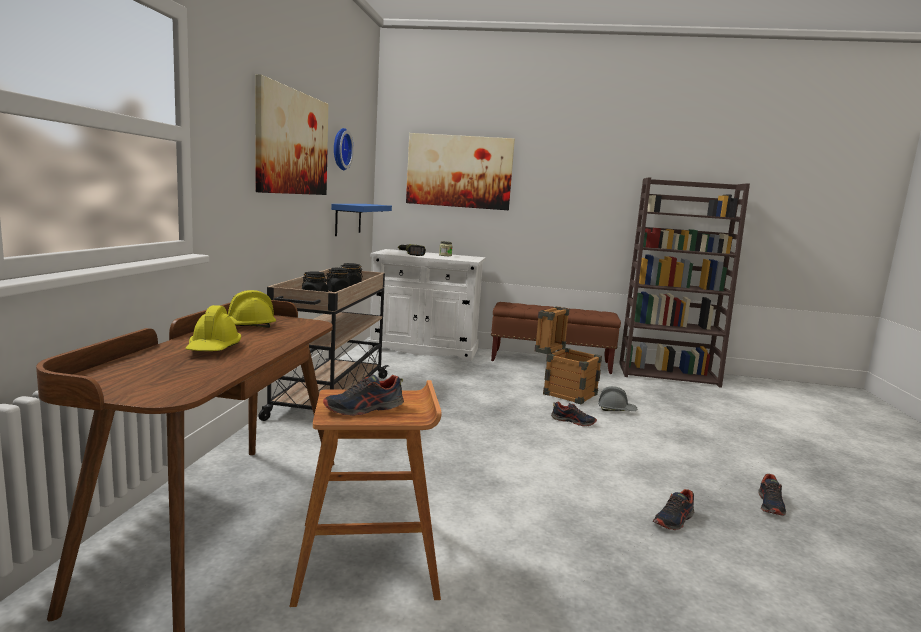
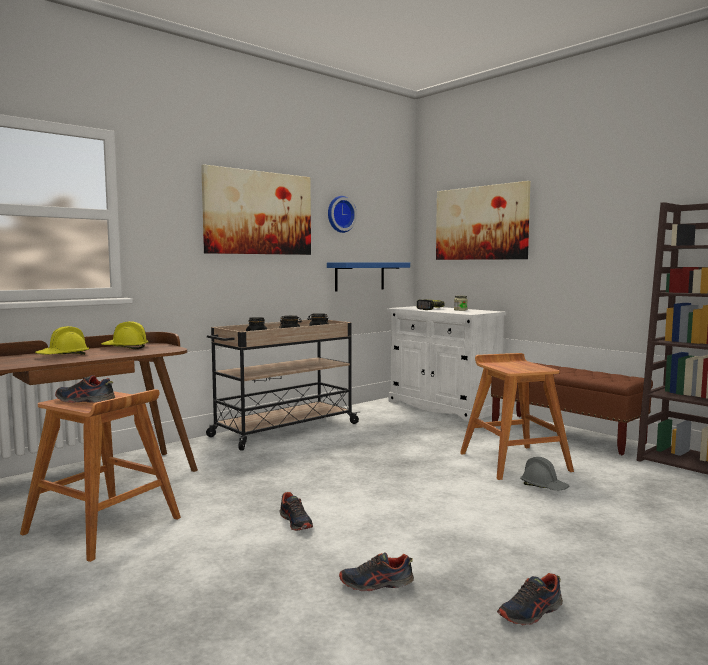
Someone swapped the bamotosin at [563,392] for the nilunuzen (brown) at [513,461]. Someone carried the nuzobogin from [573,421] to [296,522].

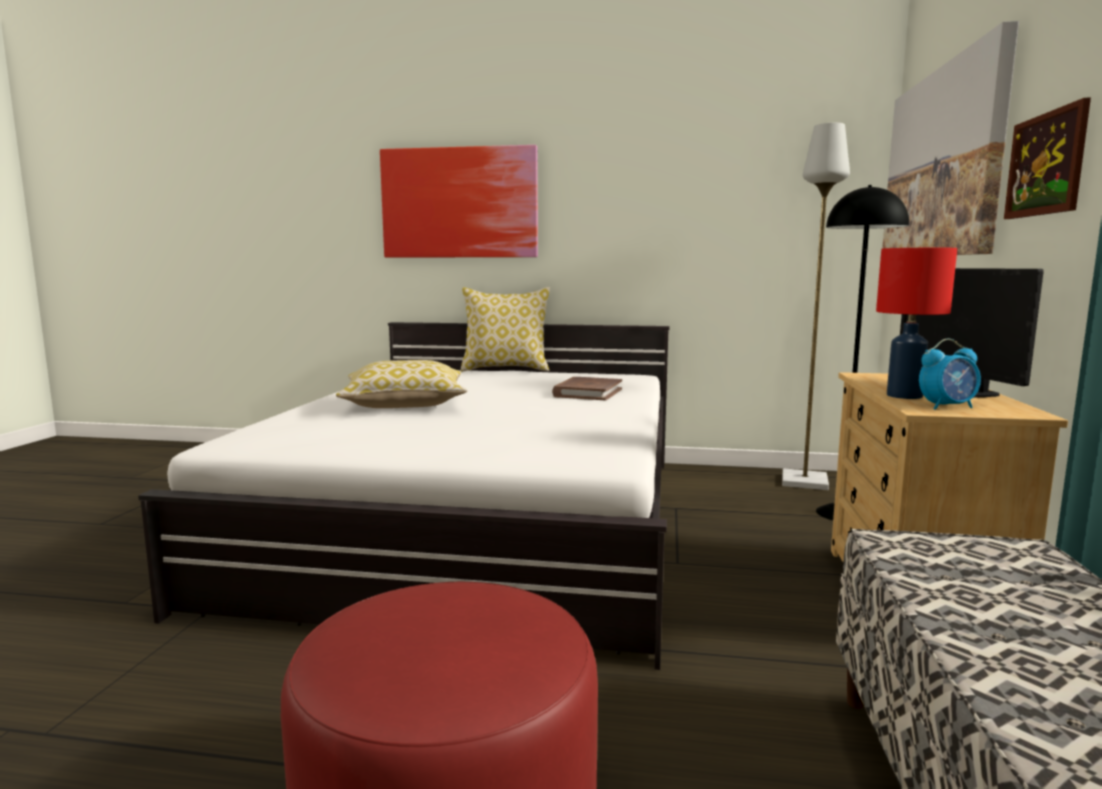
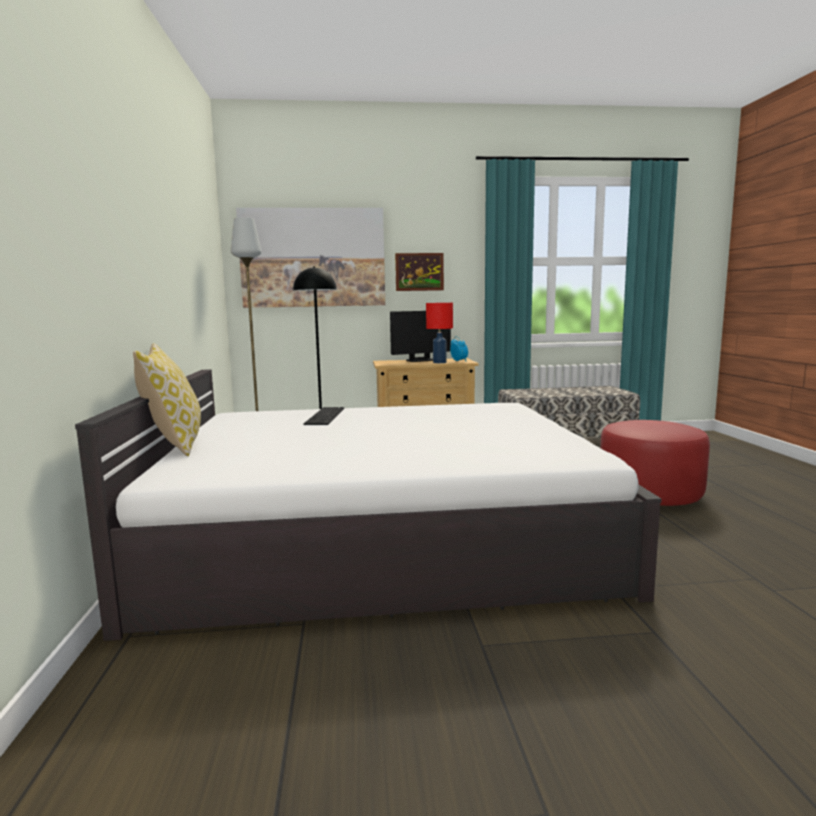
Someone took away the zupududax at [459,203]. Someone took away the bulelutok at [405,404]. Someone swapped the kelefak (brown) at [588,393] for the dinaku at [325,416].

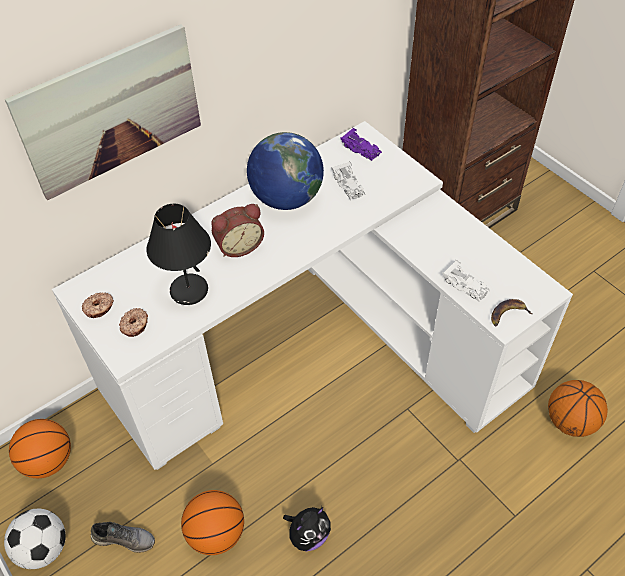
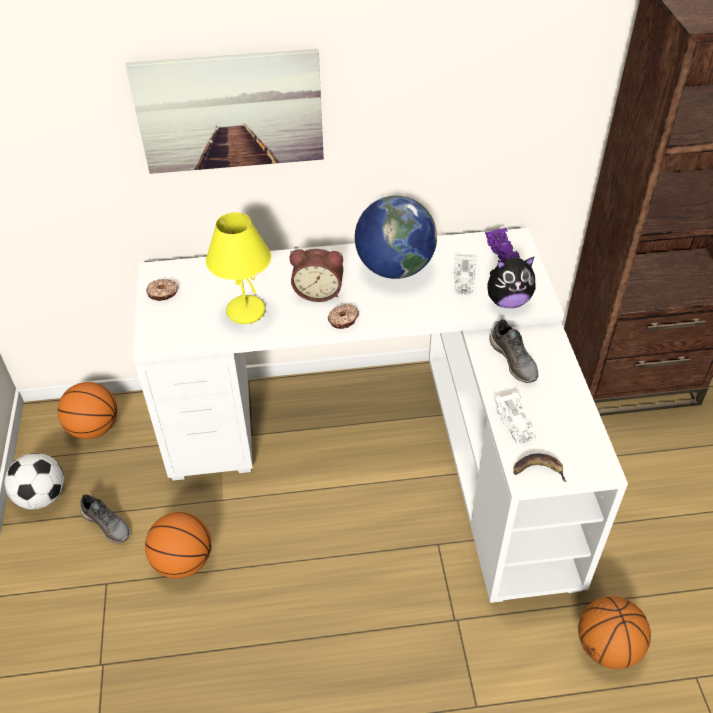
Someone repainted the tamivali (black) at [188,291], which became the tamivali (yellow) at [245,311]. Someone carried the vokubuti from [135,325] to [343,320]. Someone carried the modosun from [308,535] to [507,301]. Someone put down the nuzobogin (grey) at [514,360].

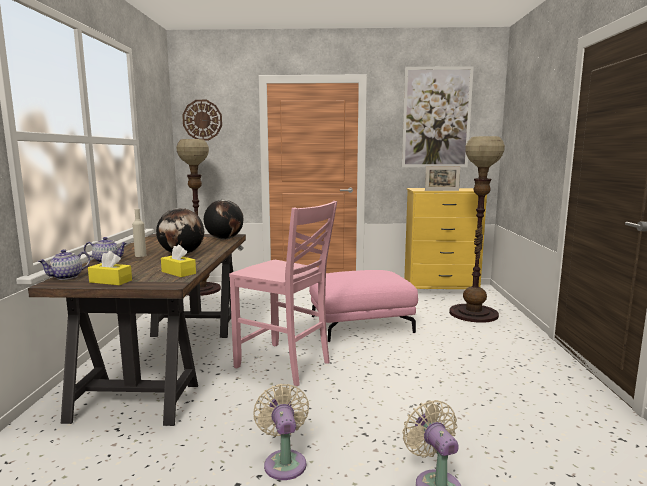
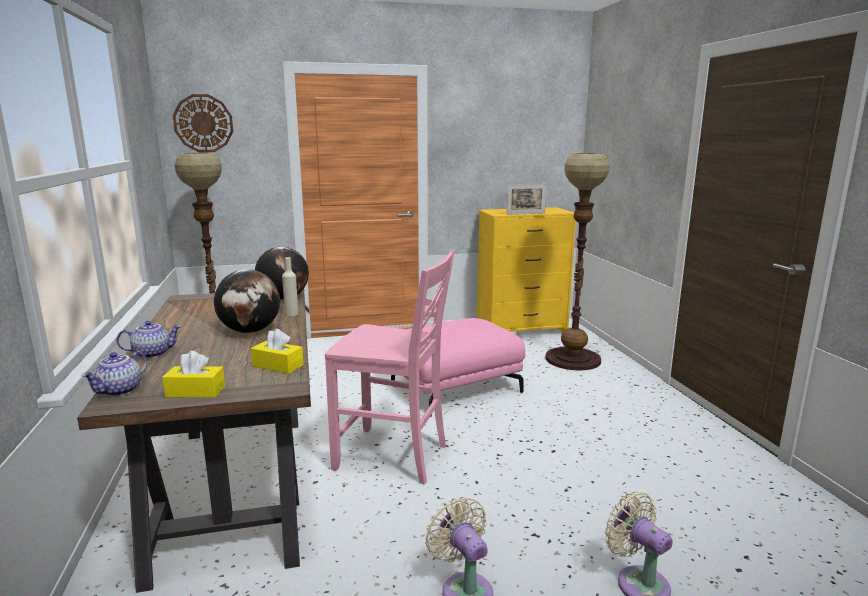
Someone took away the zupududax at [436,118]. Someone carried the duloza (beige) from [140,255] to [291,314].

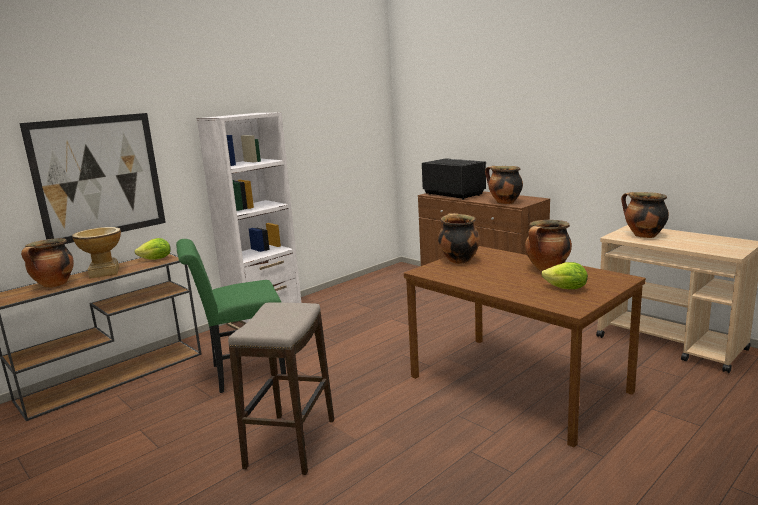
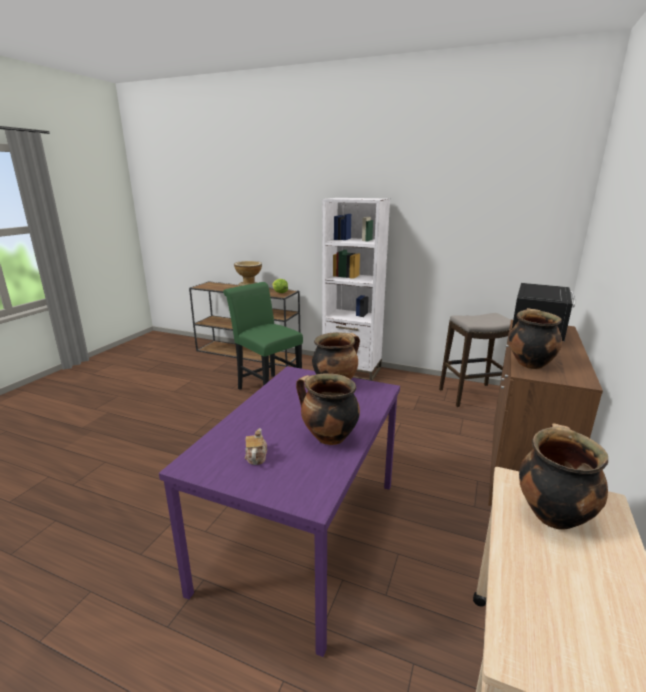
Someone took away the zupududax at [99,177]. Someone took away the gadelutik at [54,285]. Someone repainted the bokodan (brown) at [519,384], which became the bokodan (purple) at [303,534]. Someone swapped the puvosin at [566,289] for the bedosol at [256,456]. Someone carried the nilunuzen from [290,444] to [472,395].

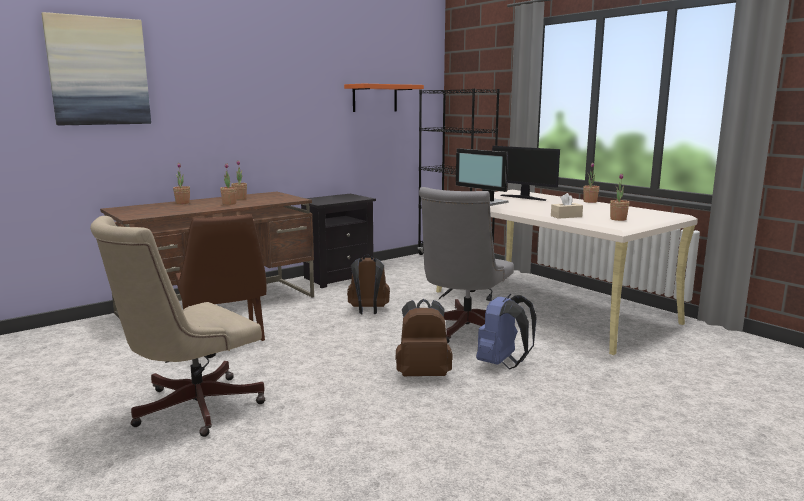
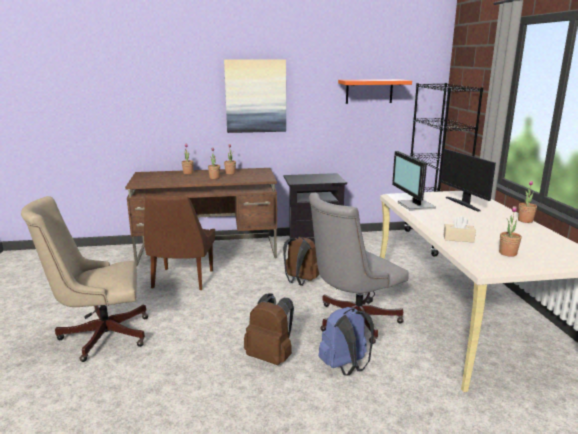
Someone carried the zupududax from [98,71] to [255,96].

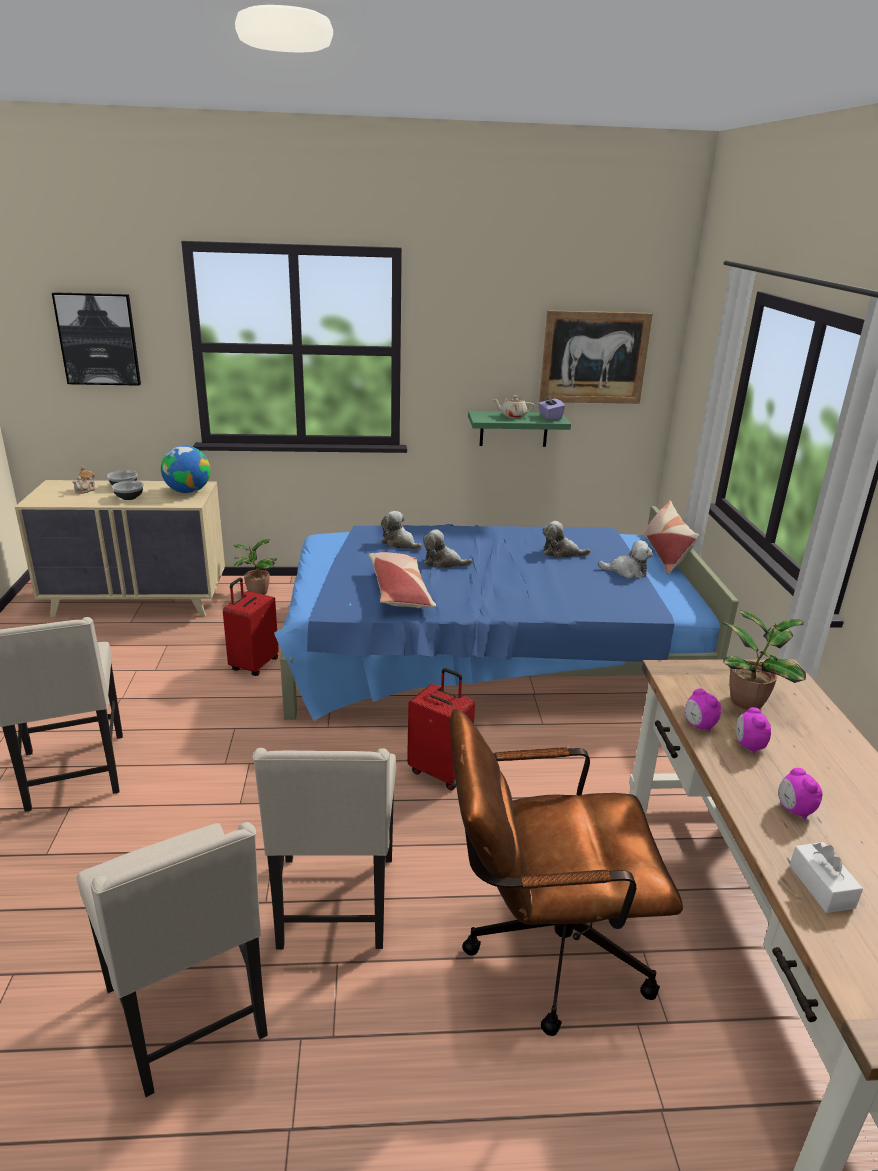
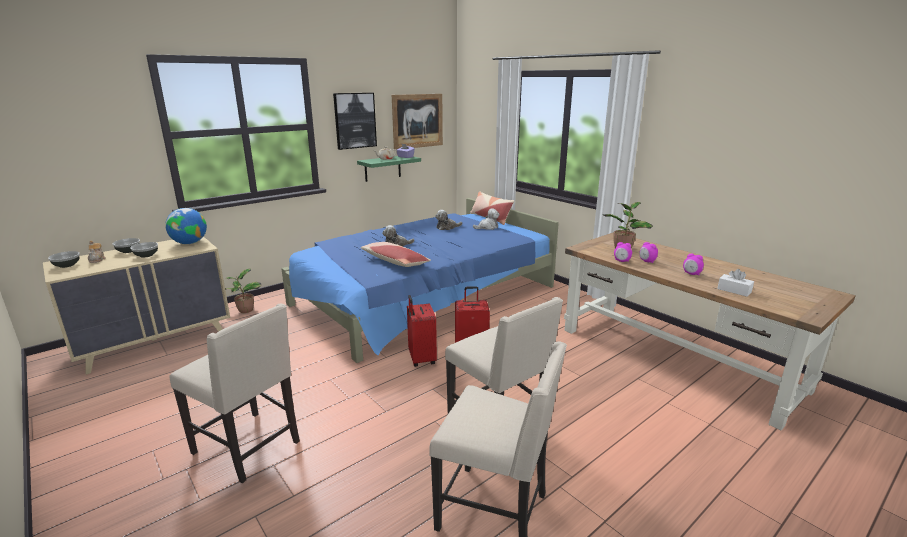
Someone carried the zupududax from [98,339] to [355,120]. Someone took away the modosun at [400,544]. Someone carried the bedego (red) from [253,665] to [421,359]. Someone took away the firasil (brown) at [542,948]. Someone put down the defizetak at [66,265].

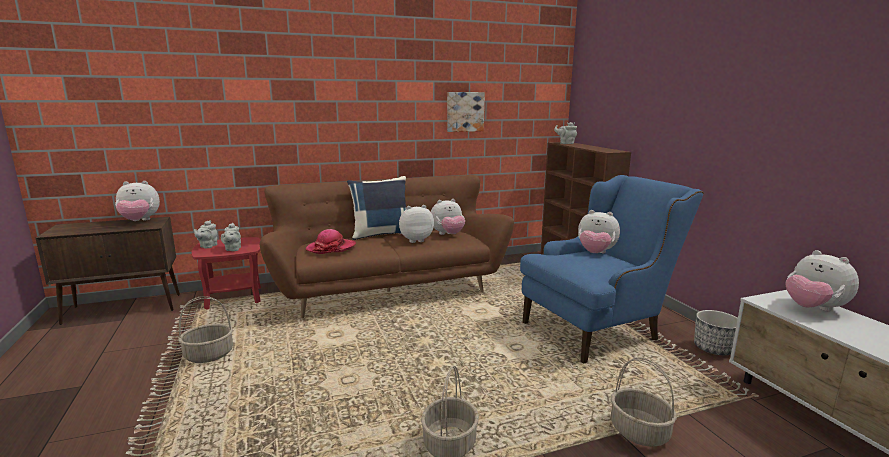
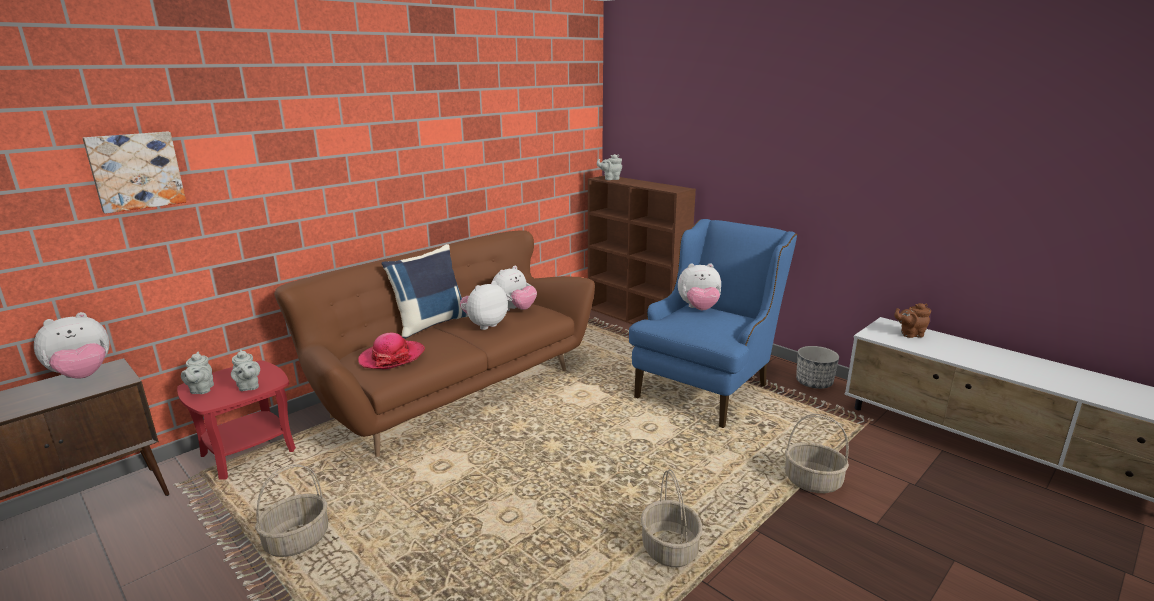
Someone carried the zupududax from [465,111] to [136,171]. Someone swapped the modosun at [813,308] for the bedosol (brown) at [910,334].

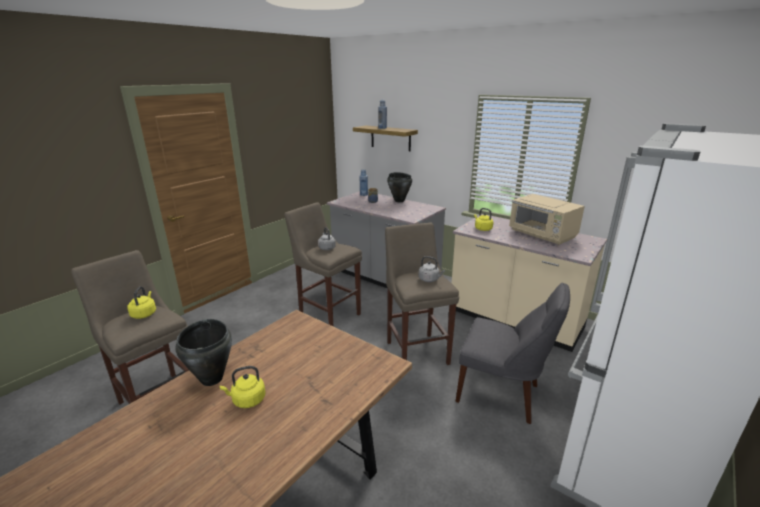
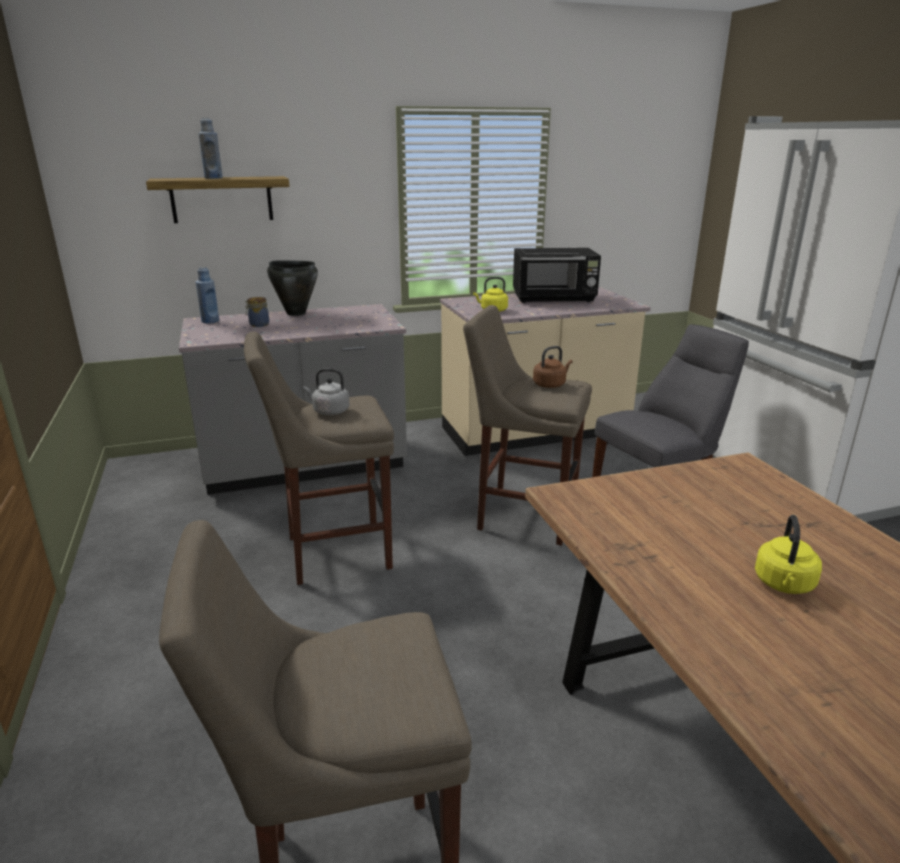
Someone repainted the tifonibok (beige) at [542,235], which became the tifonibok (black) at [554,299]. Someone repainted the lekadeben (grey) at [430,279], which became the lekadeben (brown) at [550,384]. Someone took away the lekadeben (yellow) at [144,313]. Someone took away the gadelutik (black) at [212,378].

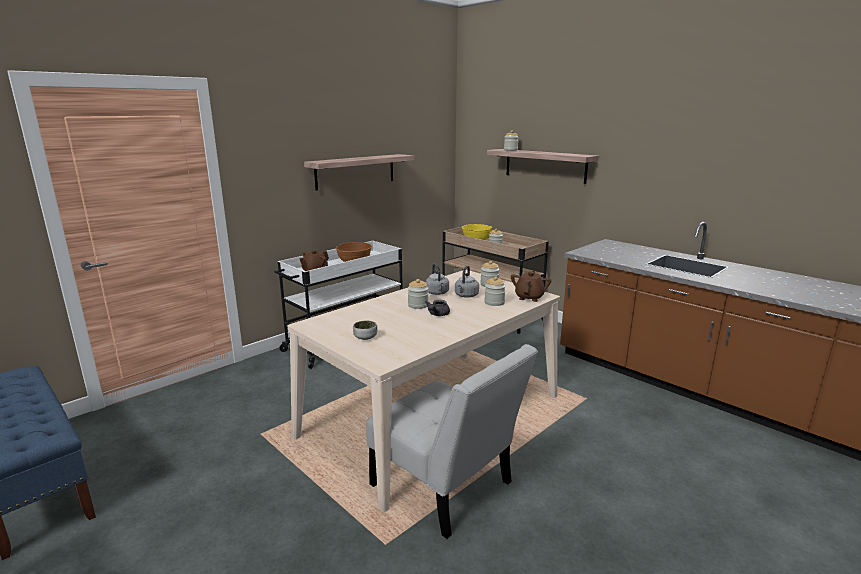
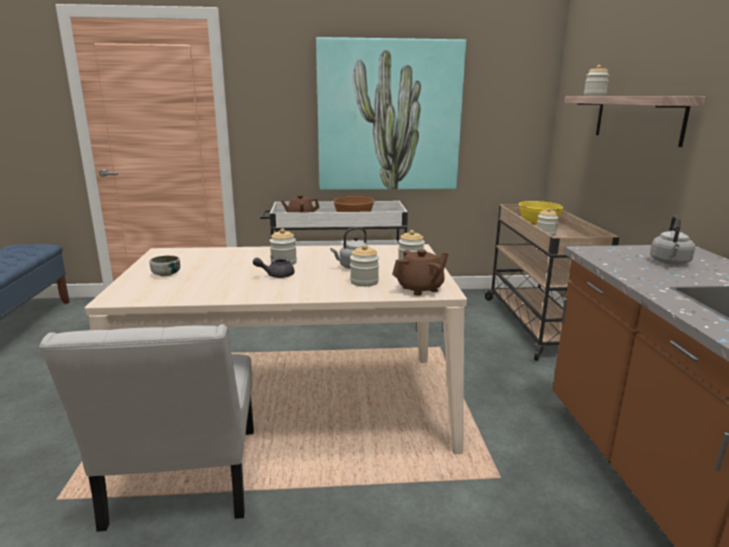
Someone swapped the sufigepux at [355,171] for the zupududax at [389,117]. Someone carried the lekadeben (grey) from [437,293] to [669,262].

